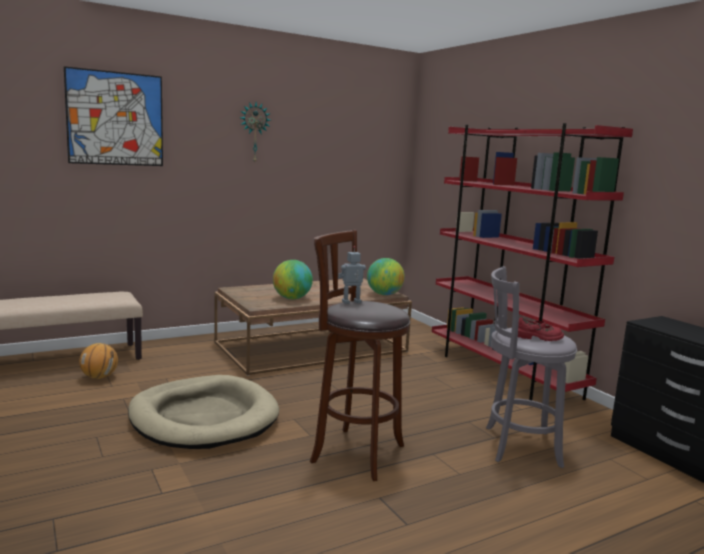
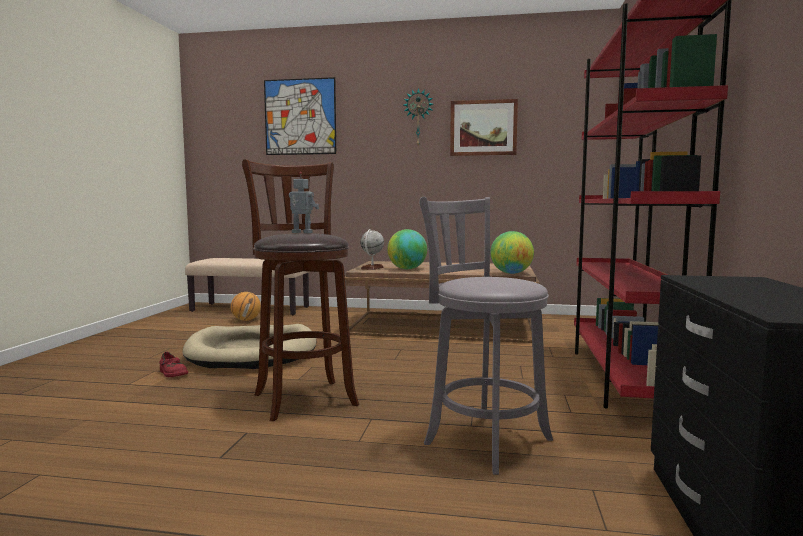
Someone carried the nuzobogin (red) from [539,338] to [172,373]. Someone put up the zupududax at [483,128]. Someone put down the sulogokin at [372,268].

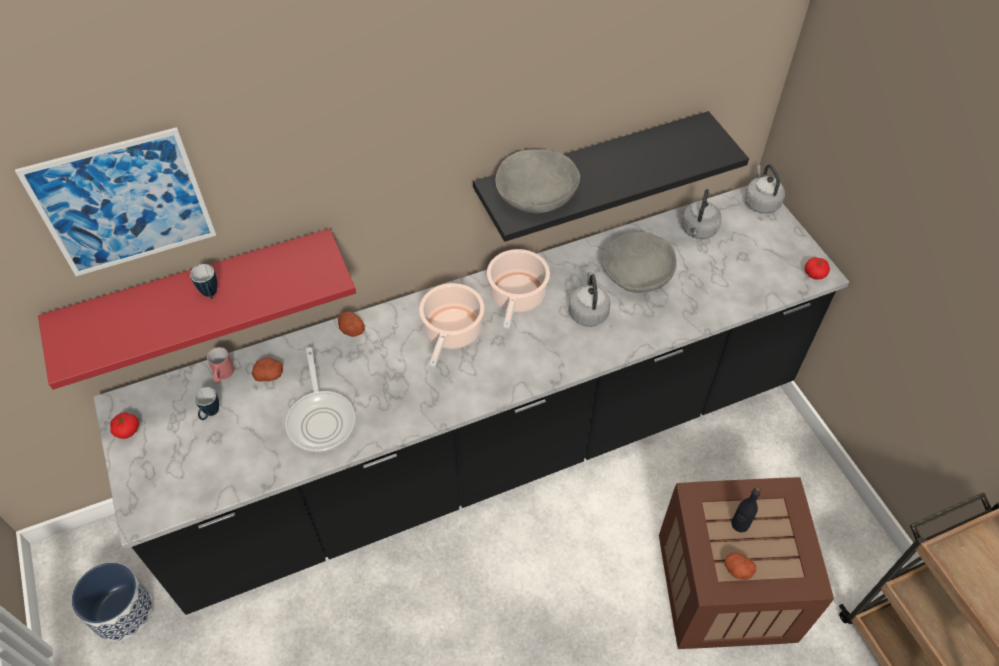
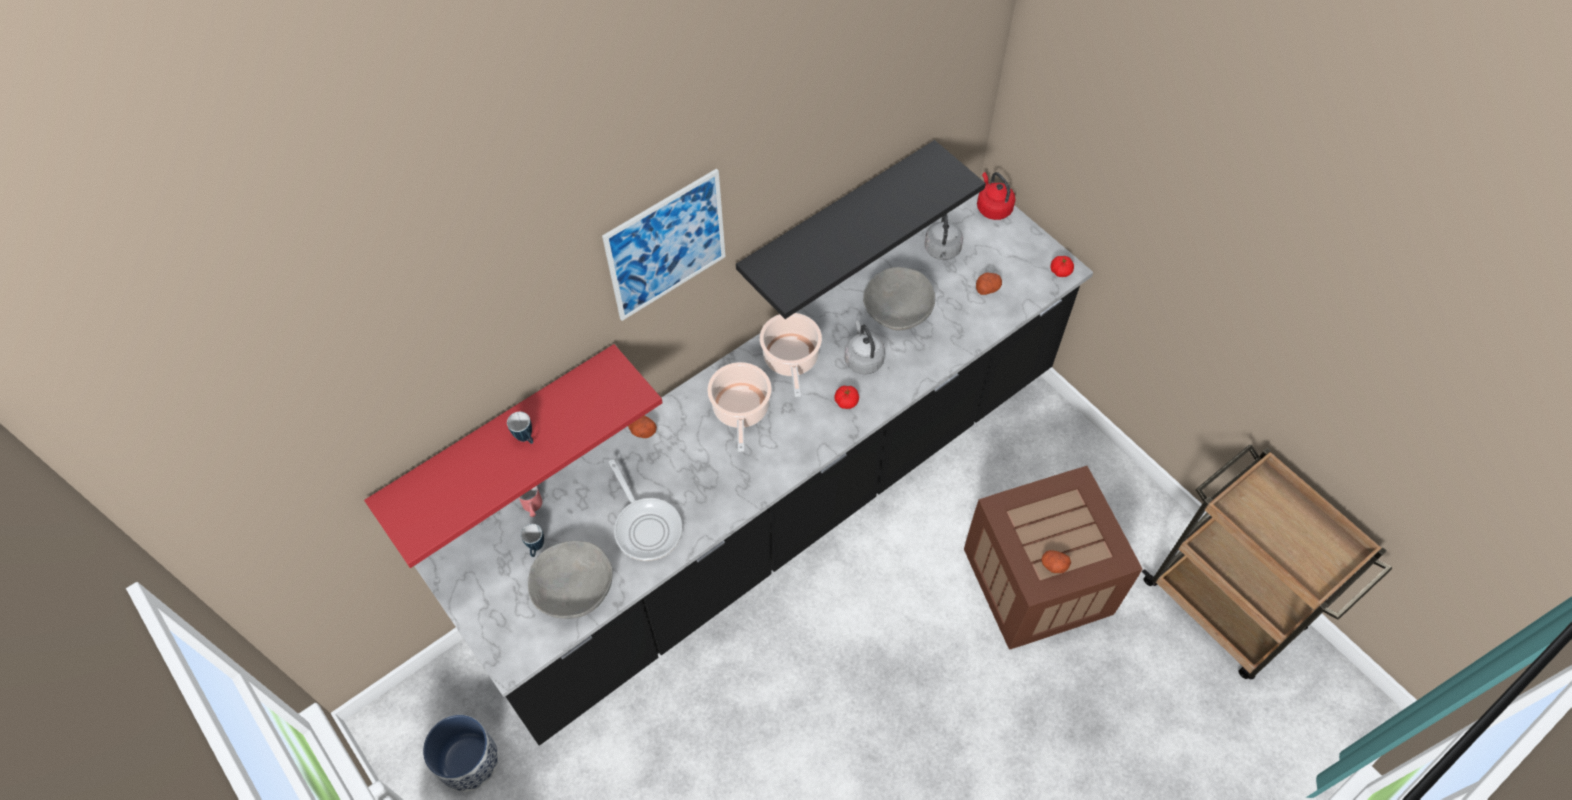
Someone carried the zupududax from [123,203] to [666,245]. Someone carried the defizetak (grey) from [536,196] to [574,588]. Someone repainted the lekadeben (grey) at [761,202], which became the lekadeben (red) at [993,207]. Someone carried the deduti from [270,374] to [987,288]. Someone carried the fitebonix from [127,430] to [846,401]. Someone took away the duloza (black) at [740,524].

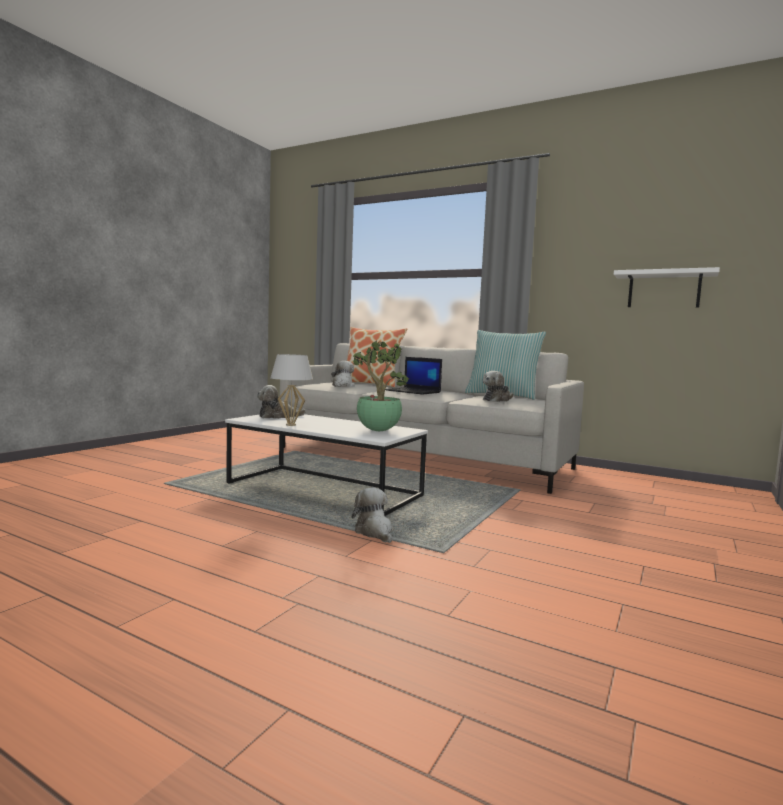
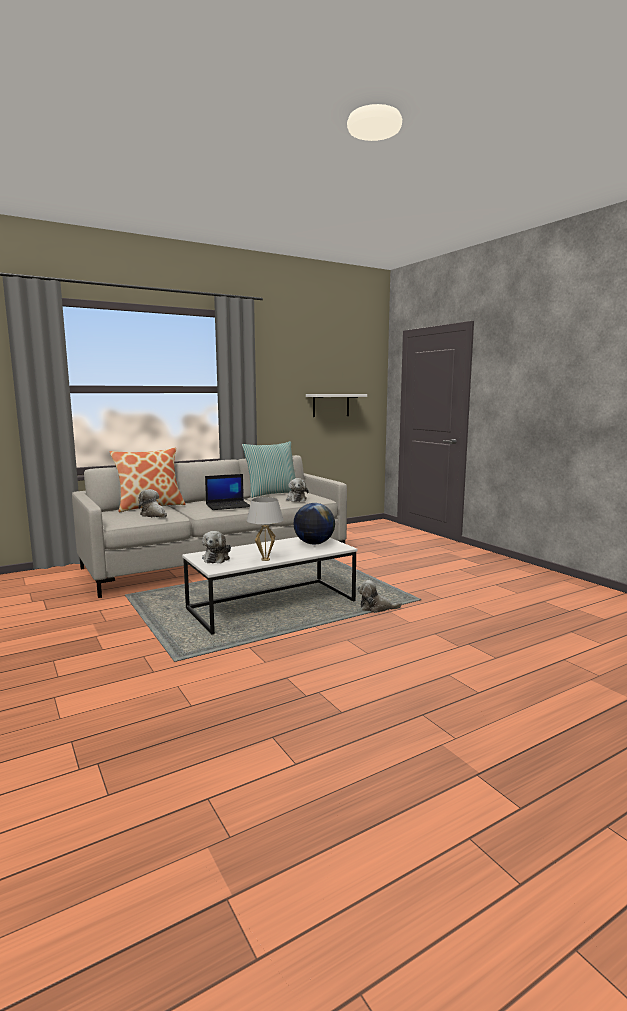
Someone swapped the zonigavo at [377,430] for the sulogokin at [314,543].

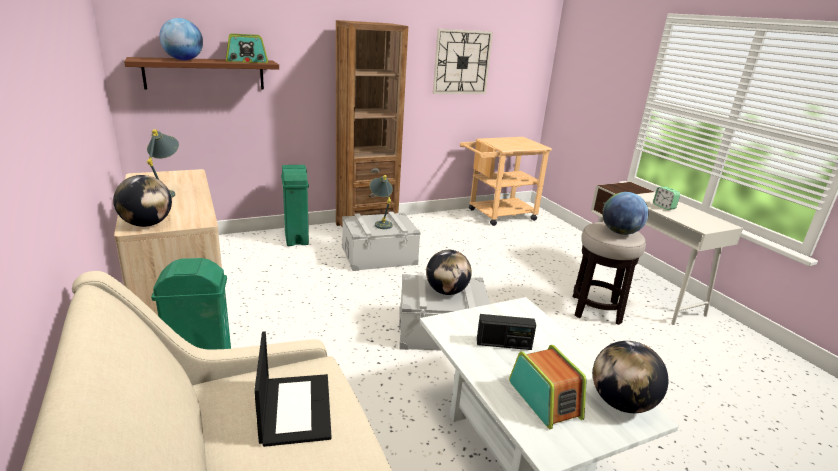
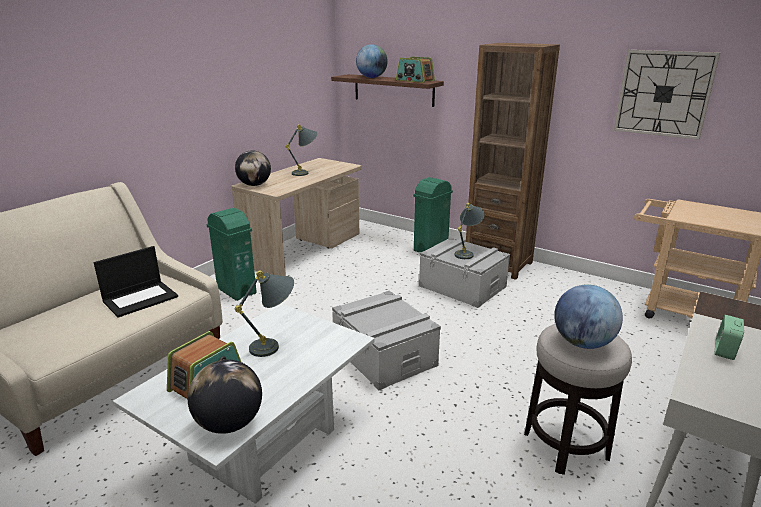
Someone took away the sulogokin at [446,291]. Someone swapped the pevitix at [503,344] for the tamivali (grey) at [275,345].

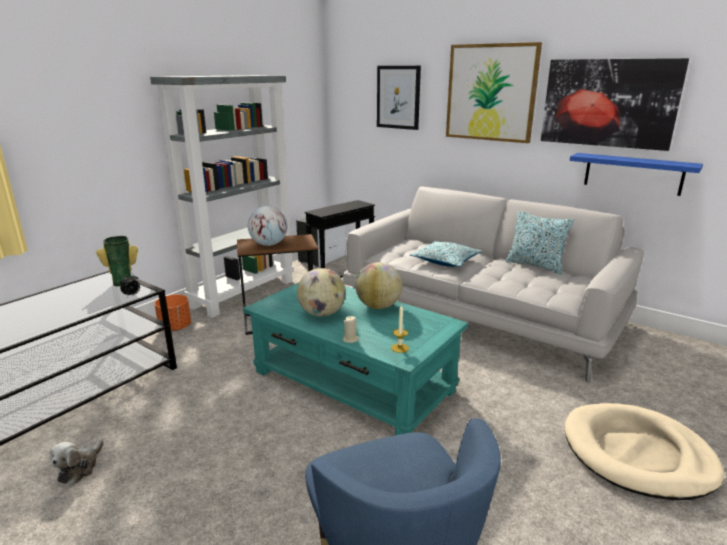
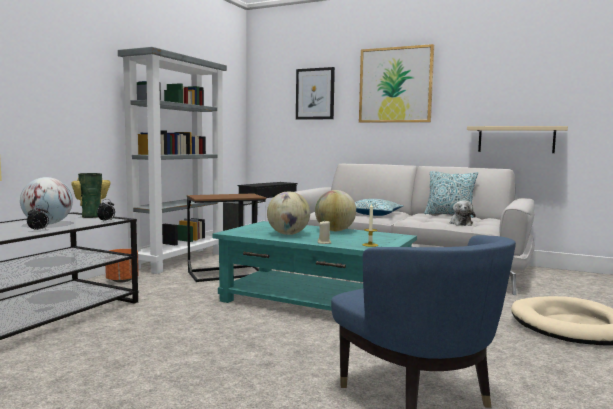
Someone took away the zupududax at [608,103]. Someone repainted the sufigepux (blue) at [633,174], which became the sufigepux (beige) at [516,139]. Someone carried the sulogokin from [268,244] to [47,224]. Someone carried the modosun from [79,468] to [460,223]. Someone put down the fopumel at [38,230].

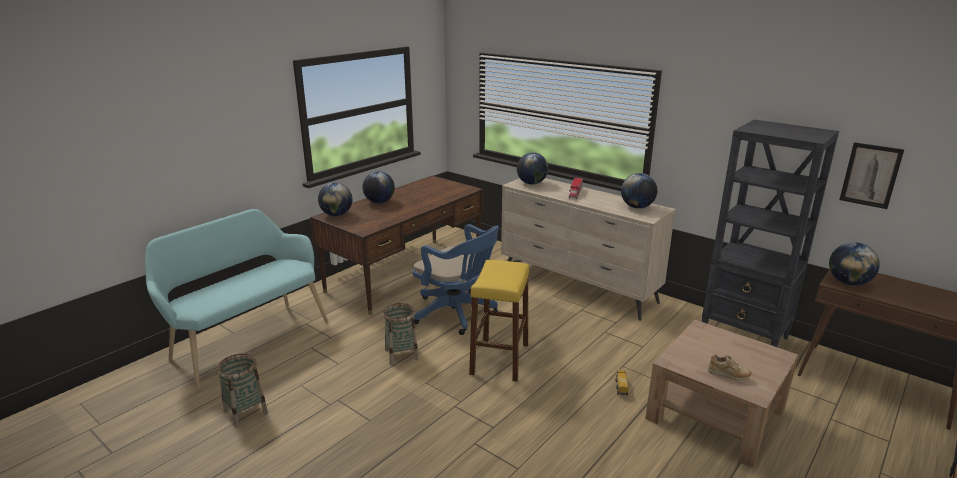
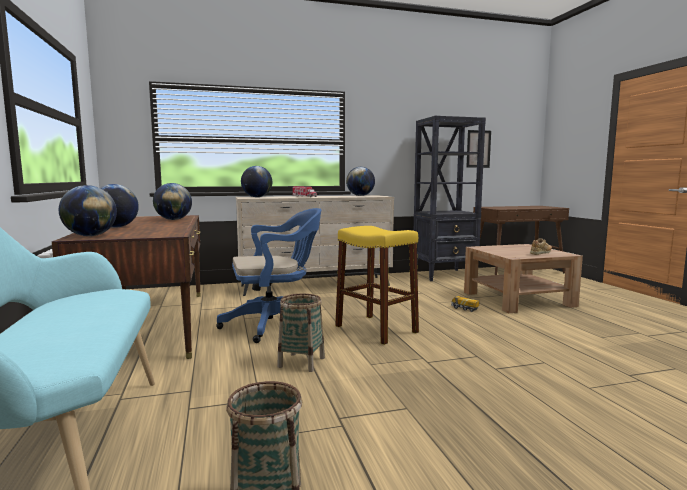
Someone carried the sulogokin from [848,283] to [173,219].

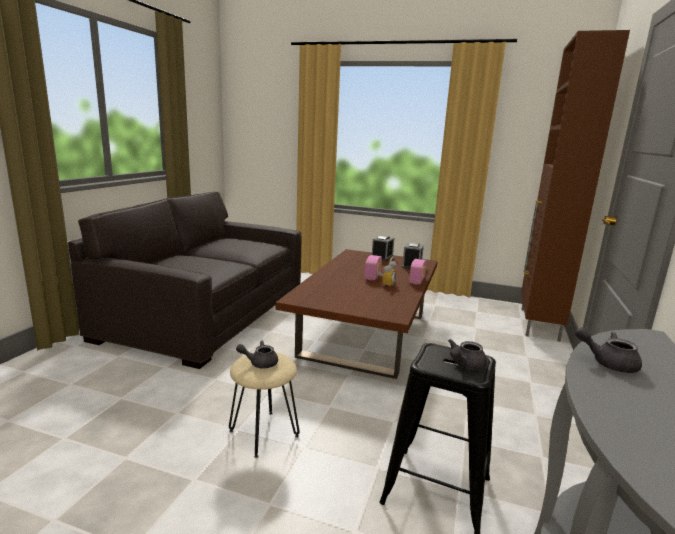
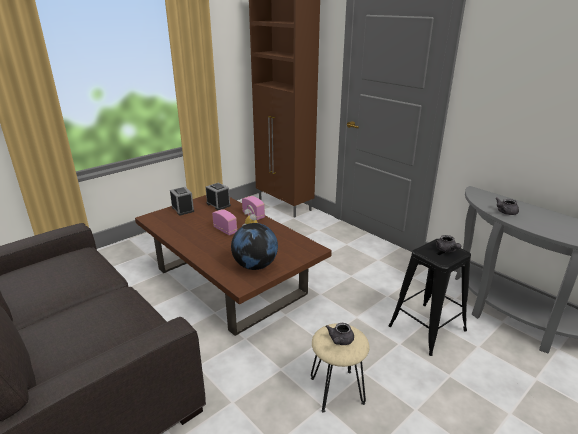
Someone put down the sulogokin at [255,266].

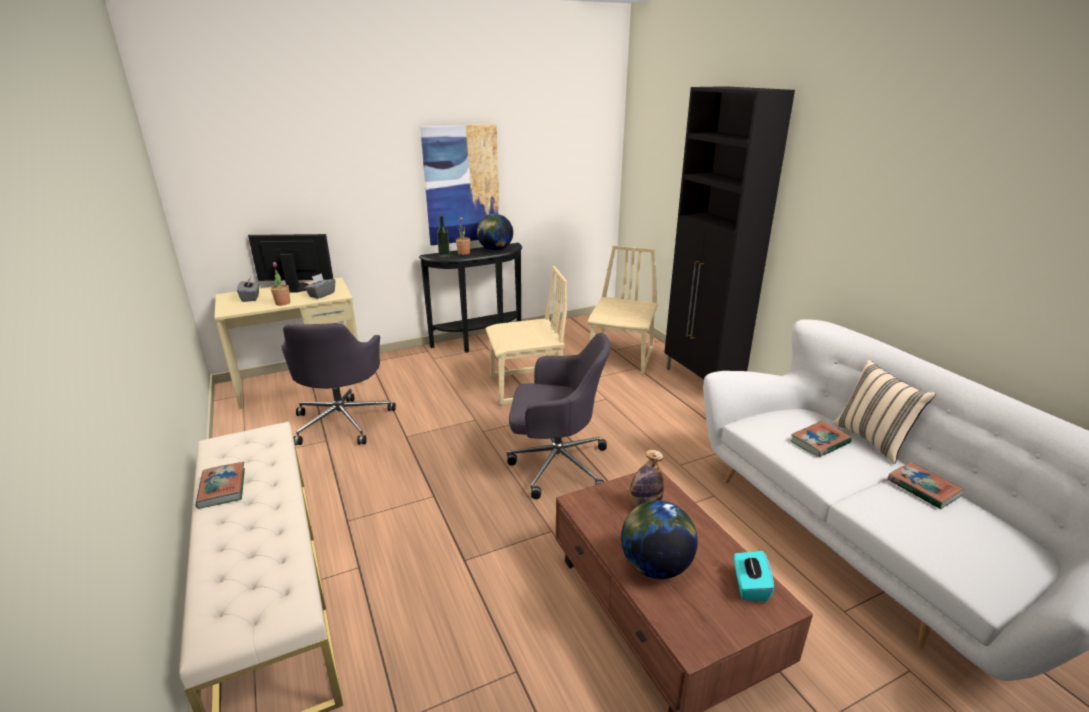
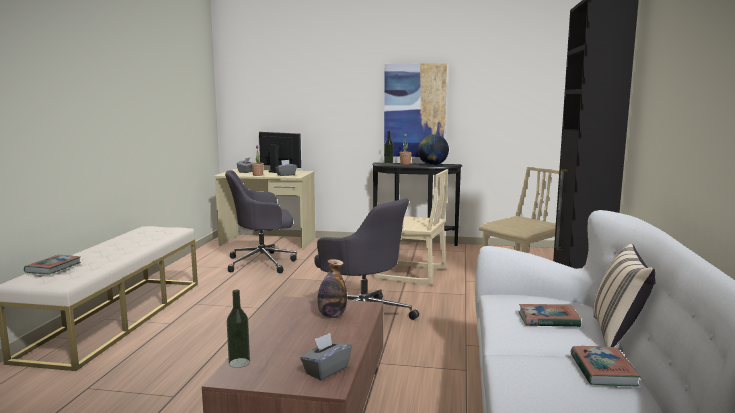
Someone rotated the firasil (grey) at [343,421] by 45 degrees clockwise. Someone carried the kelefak from [222,488] to [53,268]. Someone took away the sulogokin at [655,566]. Someone repainted the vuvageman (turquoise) at [749,586], which became the vuvageman (grey) at [326,370]. Someone put down the duloza at [239,363].

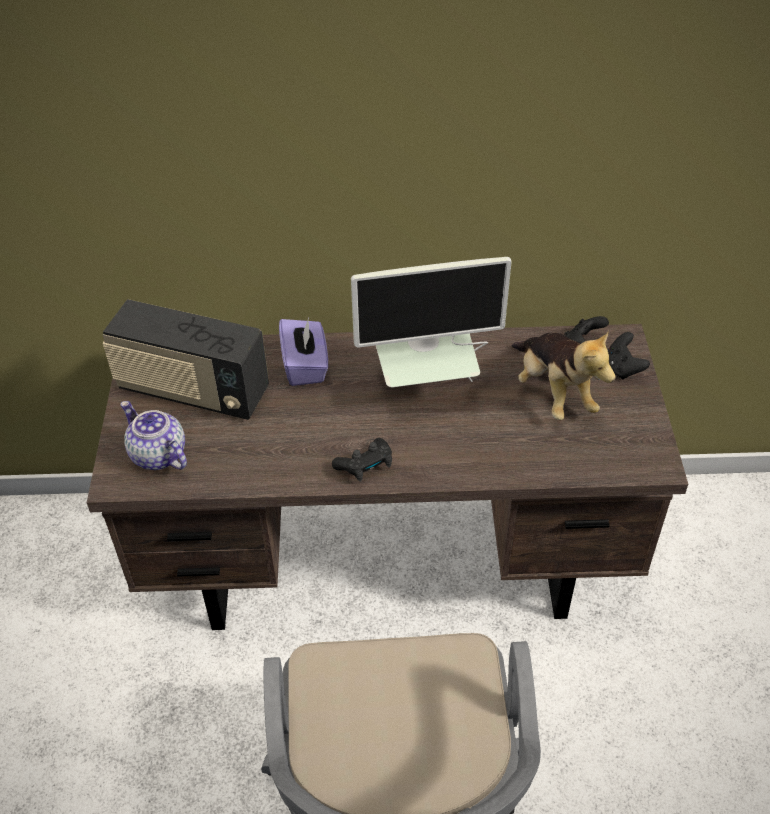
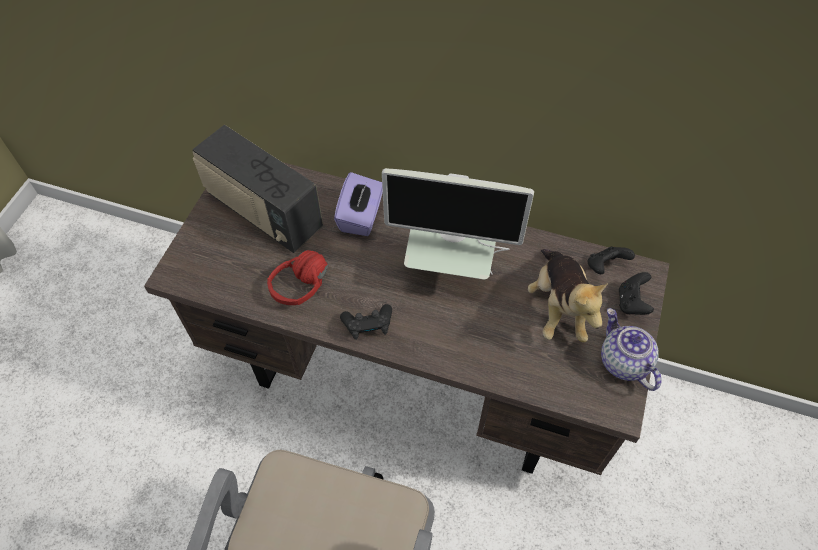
Someone carried the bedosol from [157,455] to [623,362]. Someone put down the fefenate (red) at [307,290].

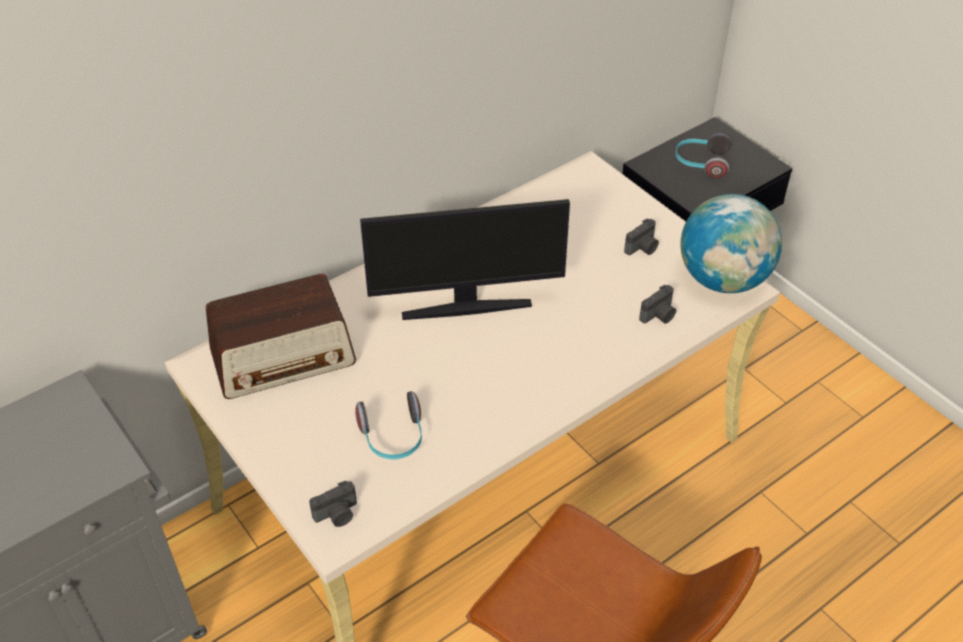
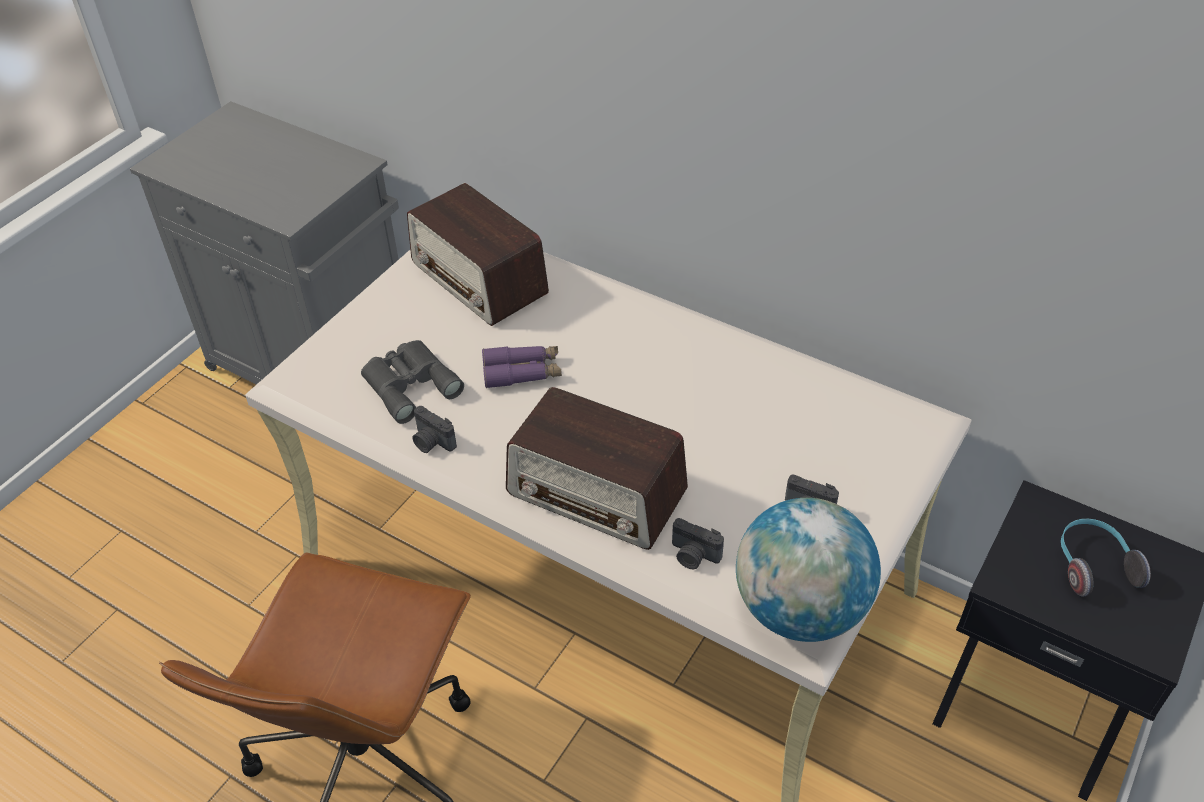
Someone took away the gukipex at [466,307]. Someone swapped the fefenate at [393,438] for the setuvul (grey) at [409,384]. Someone carried the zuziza from [337,515] to [432,442]. Someone put down the setuvul (purple) at [522,372]. Someone put down the pevitix at [597,493].

